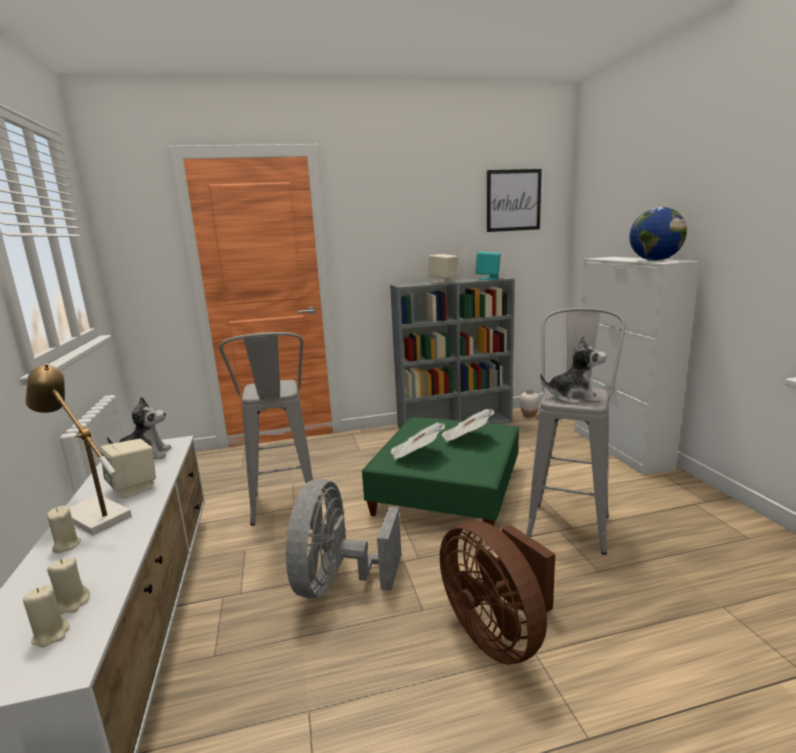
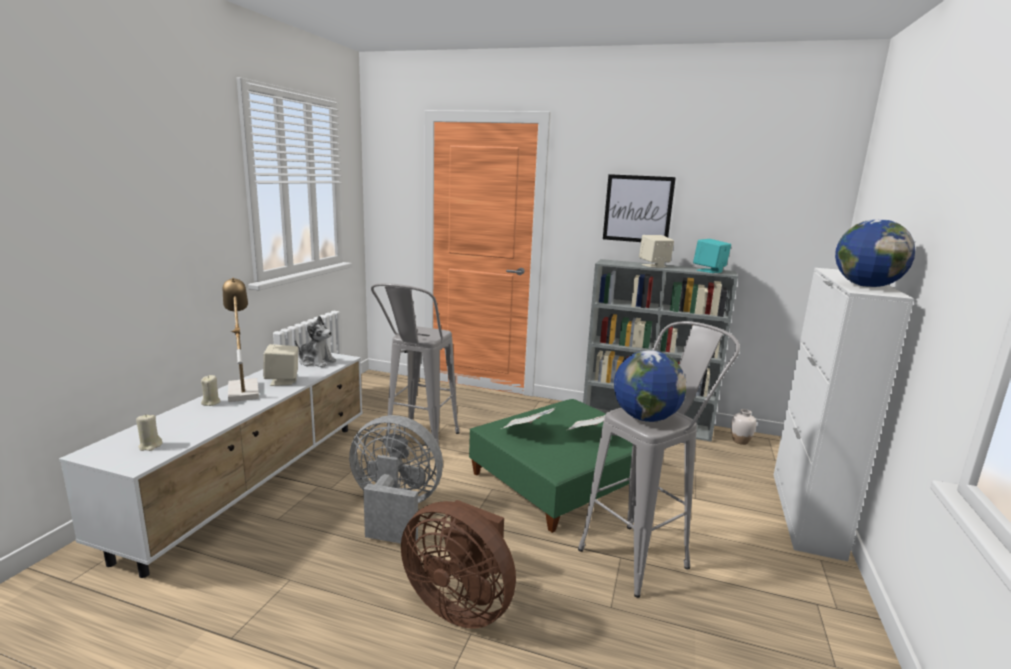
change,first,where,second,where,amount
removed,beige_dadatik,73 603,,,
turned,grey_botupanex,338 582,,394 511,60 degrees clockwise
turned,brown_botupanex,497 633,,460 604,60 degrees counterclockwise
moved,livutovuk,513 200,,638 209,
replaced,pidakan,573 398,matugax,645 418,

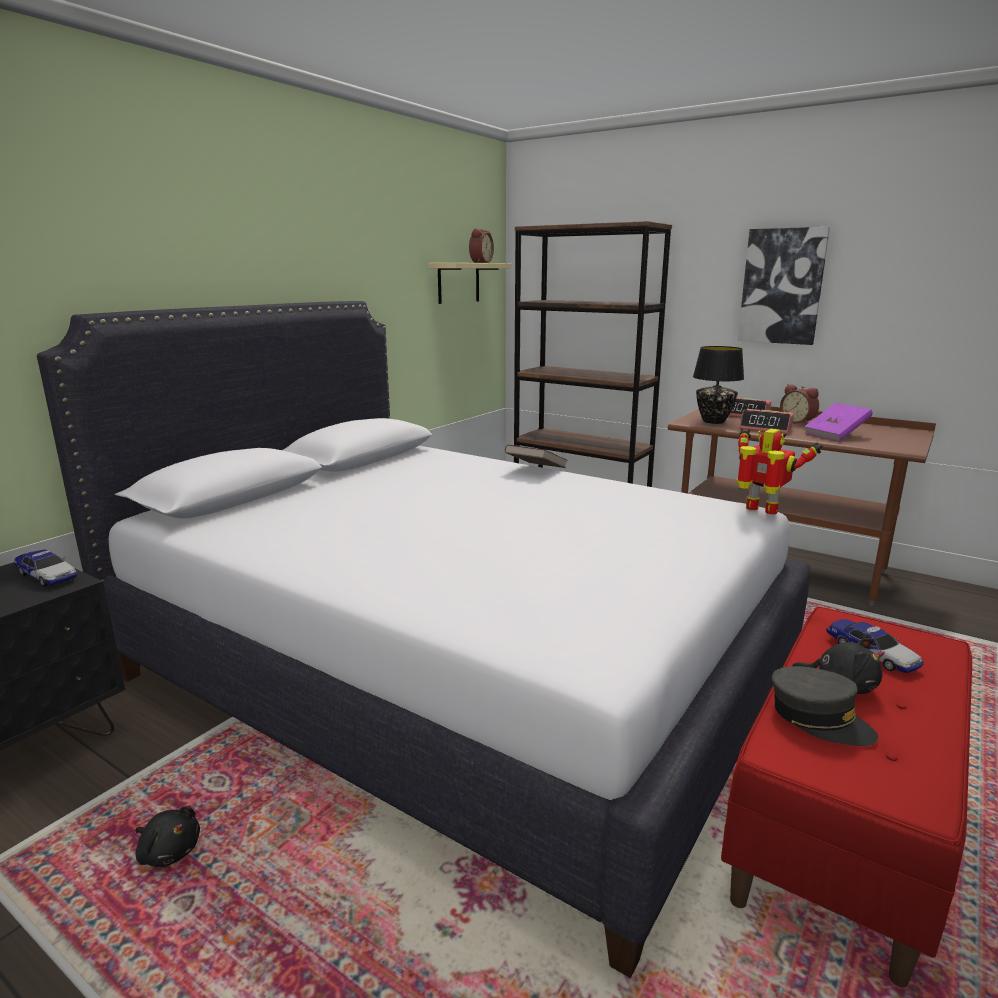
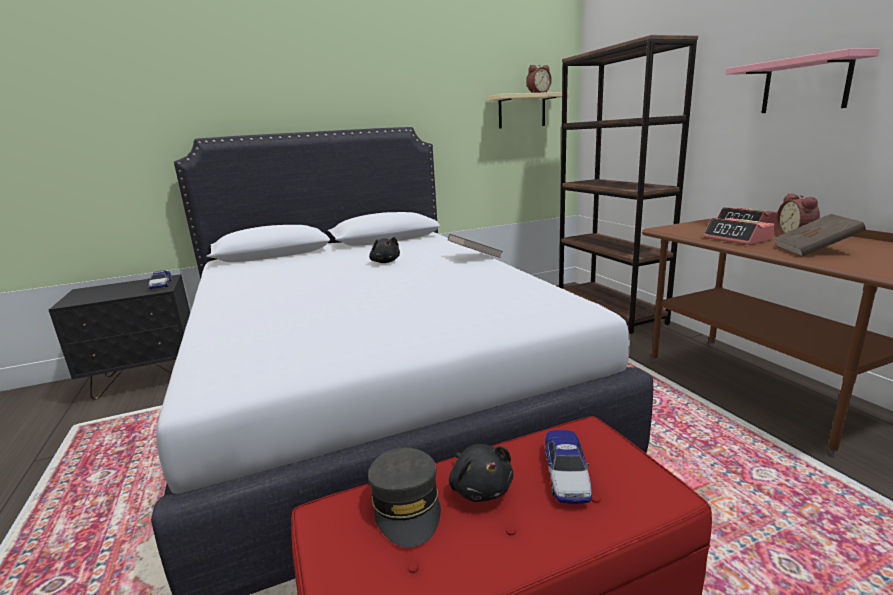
change,first,where,second,where,amount
moved,black_pidakan,169 851,,385 262,
removed,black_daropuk,713 421,,,
removed,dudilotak,762 511,,,
replaced,livutovuk,782 286,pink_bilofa,805 85,
recoloured,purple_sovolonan,836 435,brown_sovolonan,814 250,

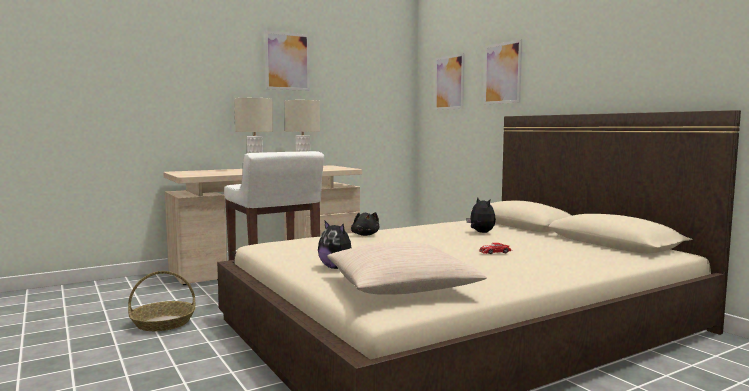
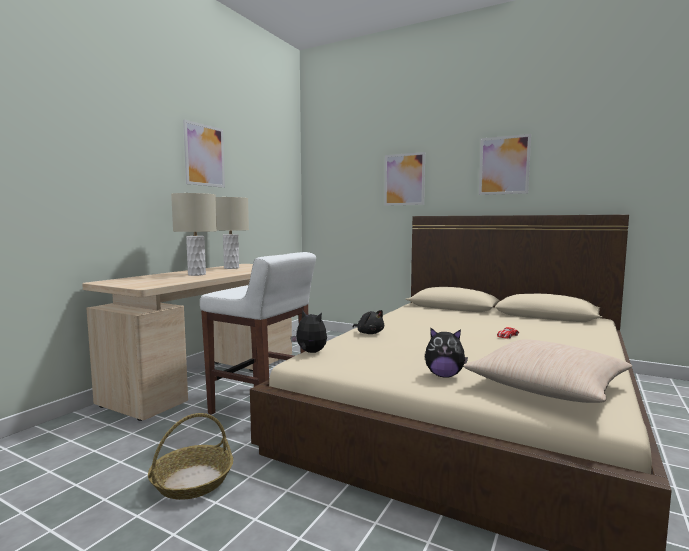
change,first,where,second,where,amount
moved,livutovuk,449 82,,504 165,
moved,pidakan,480 232,,310 352,

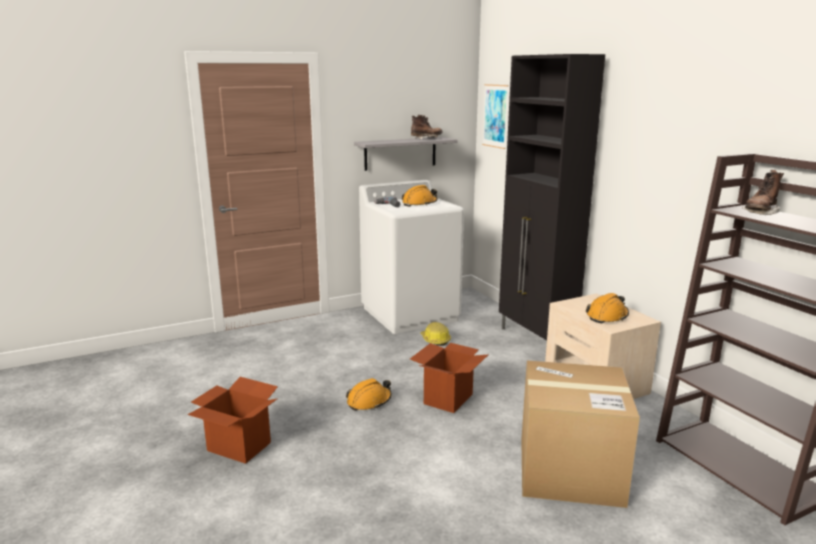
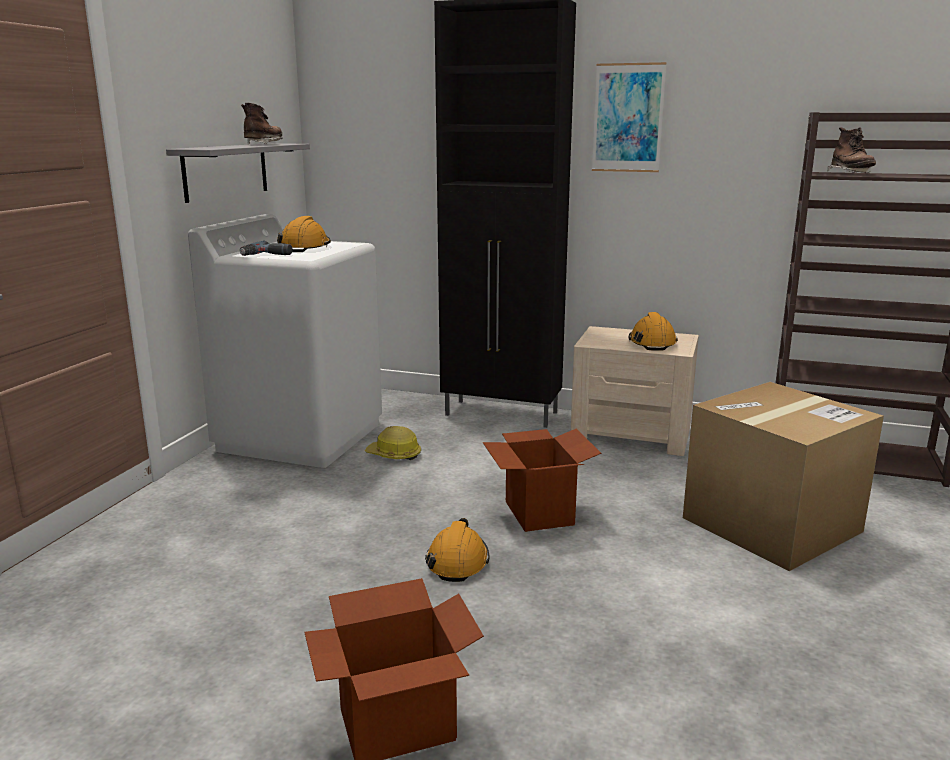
change,first,where,second,where,amount
moved,livutovuk,495 116,,628 118,

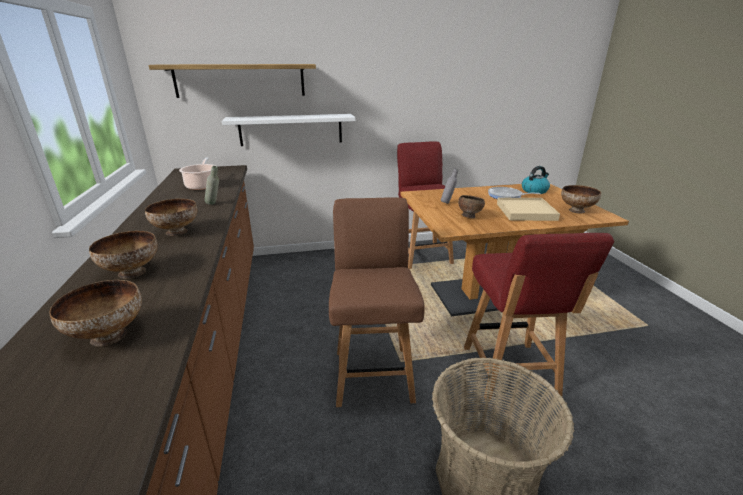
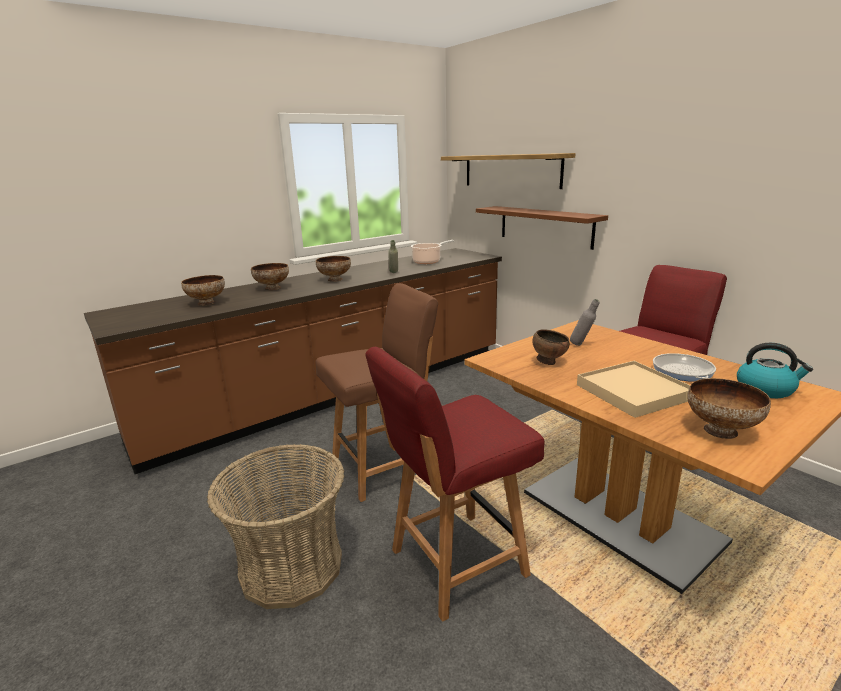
change,first,where,second,where,amount
recoloured,white_bilofa,291 129,brown_bilofa,545 226,

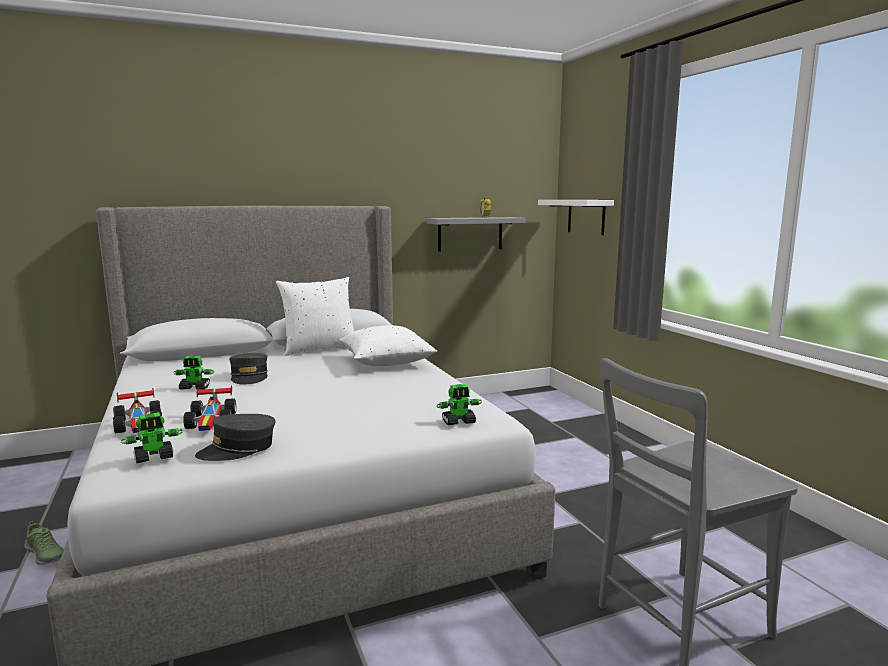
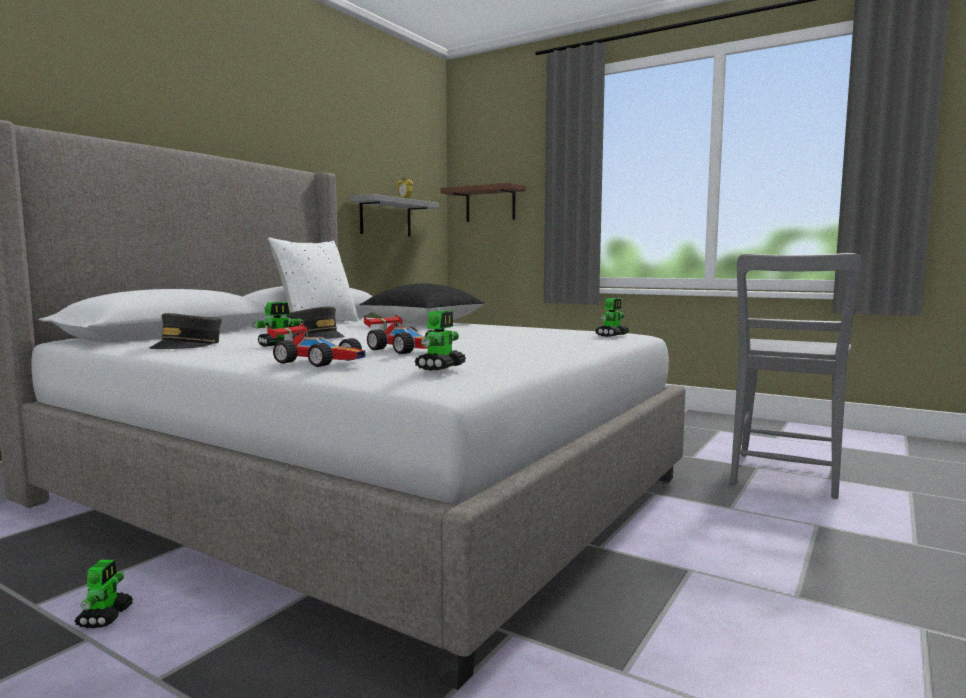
change,first,where,second,where,amount
replaced,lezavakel,45 555,dudilotak,105 616,
moved,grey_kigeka,238 449,,187 345,
recoloured,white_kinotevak,386 362,black_kinotevak,423 324,
recoloured,white_bilofa,586 216,brown_bilofa,490 204,

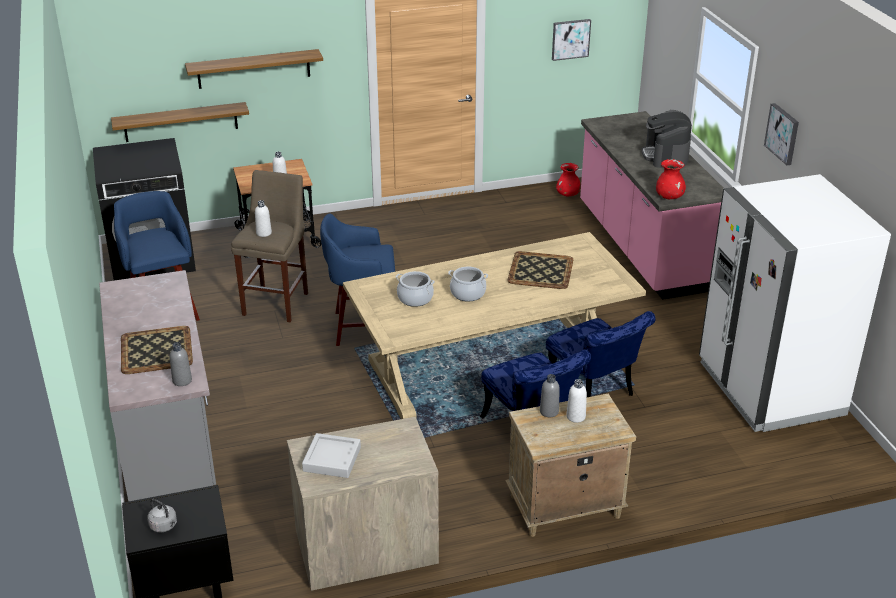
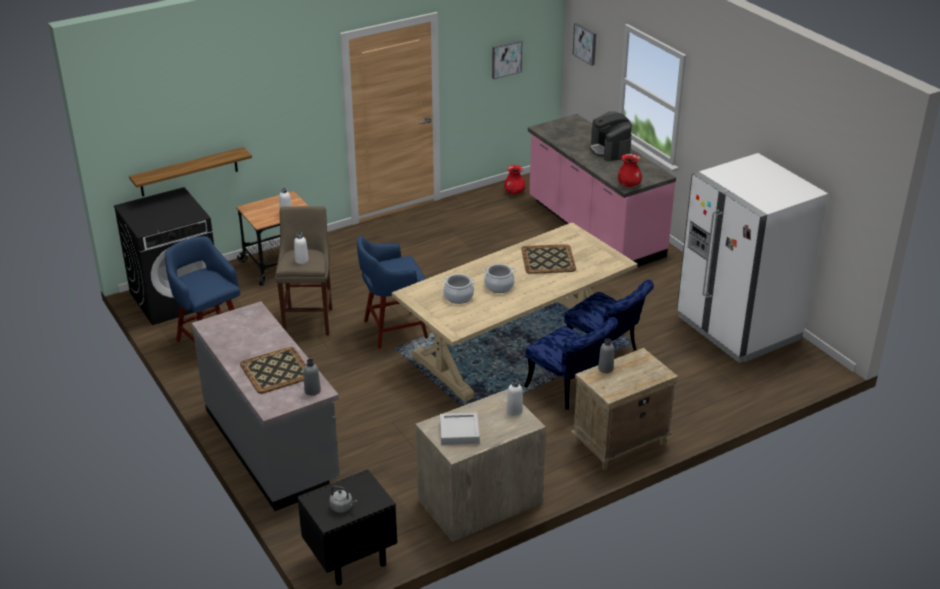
change,first,where,second,where,amount
removed,bilofa,253 69,,,
moved,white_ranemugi,576 416,,514 411,
moved,livutovuk,783 133,,585 43,

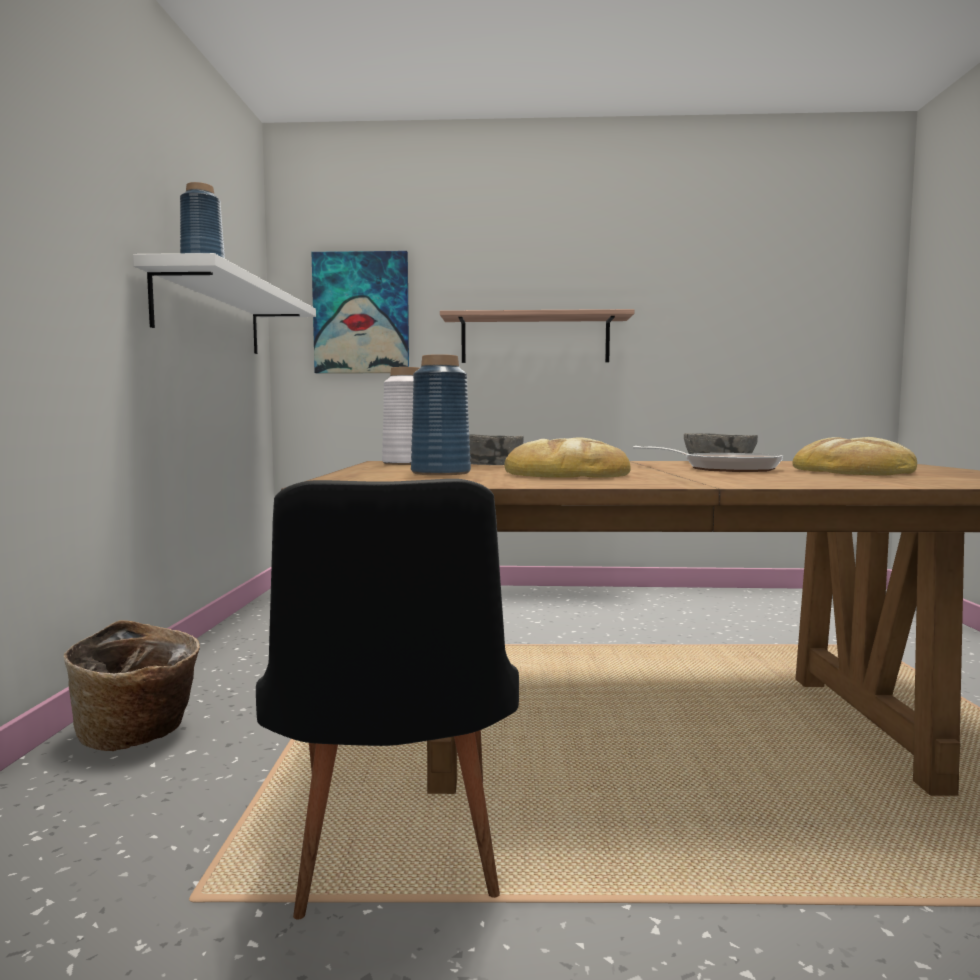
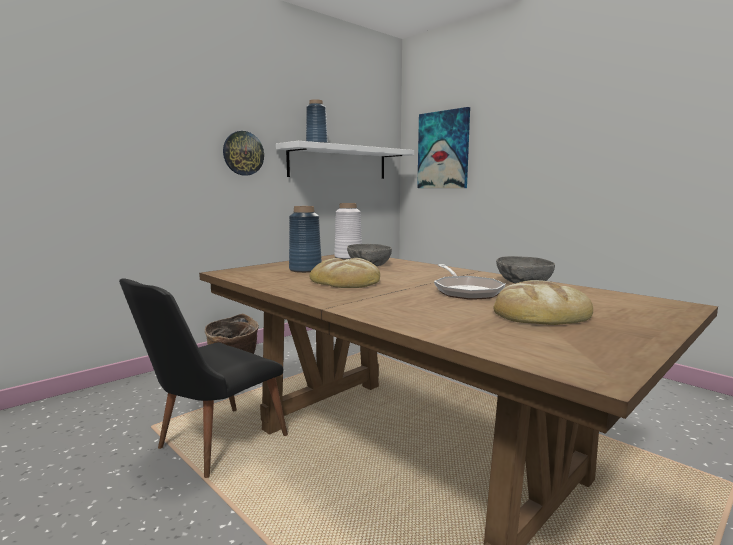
change,first,where,second,where,amount
removed,bilofa,535 339,,,
added,,,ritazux,243 153,

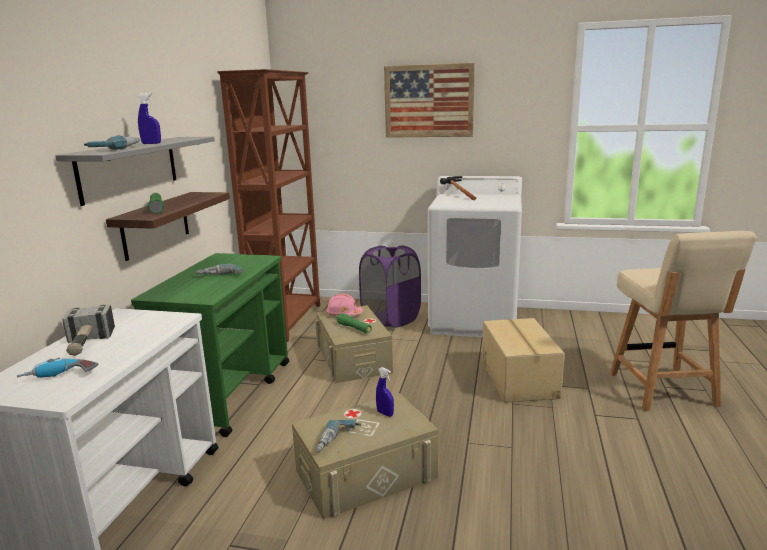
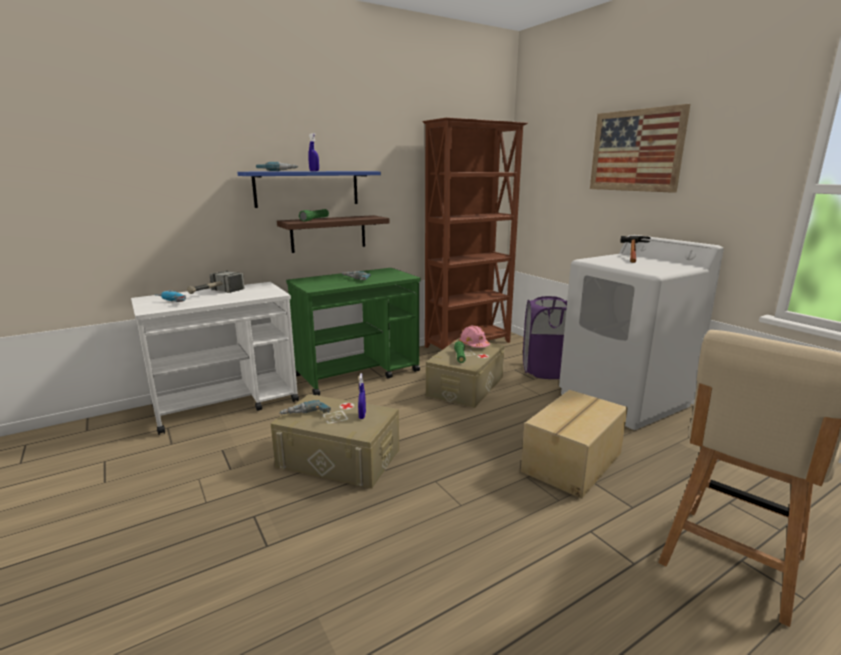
change,first,where,second,where,amount
recoloured,grey_bilofa,129 168,blue_bilofa,307 188,

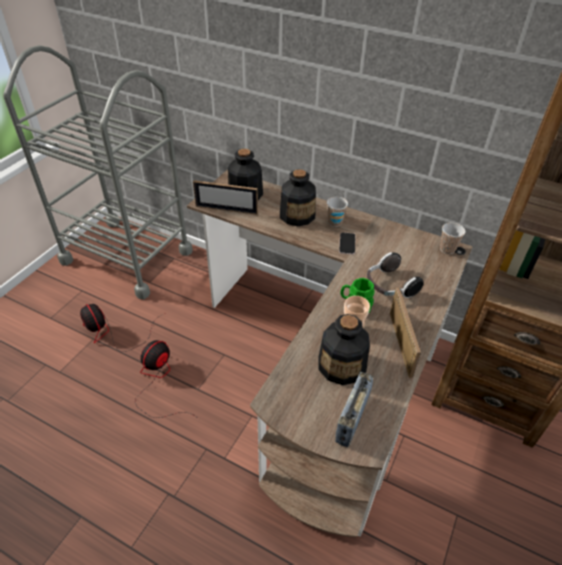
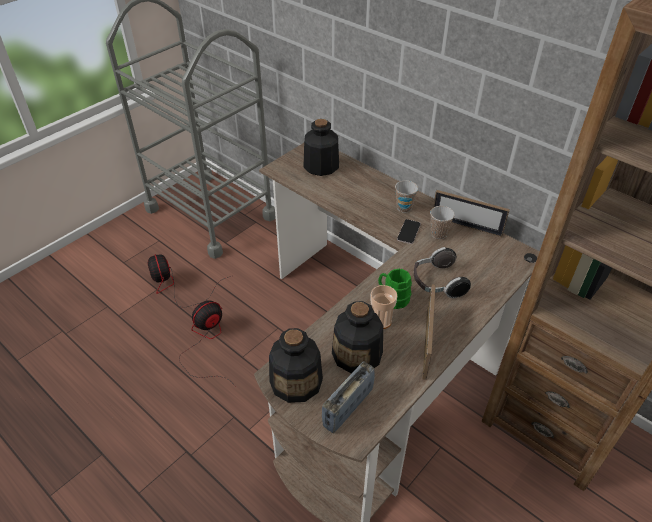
change,first,where,second,where,amount
moved,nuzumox,226 209,,466 226,
moved,ranemugi,297 215,,296 381,
moved,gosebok,447 249,,438 234,

